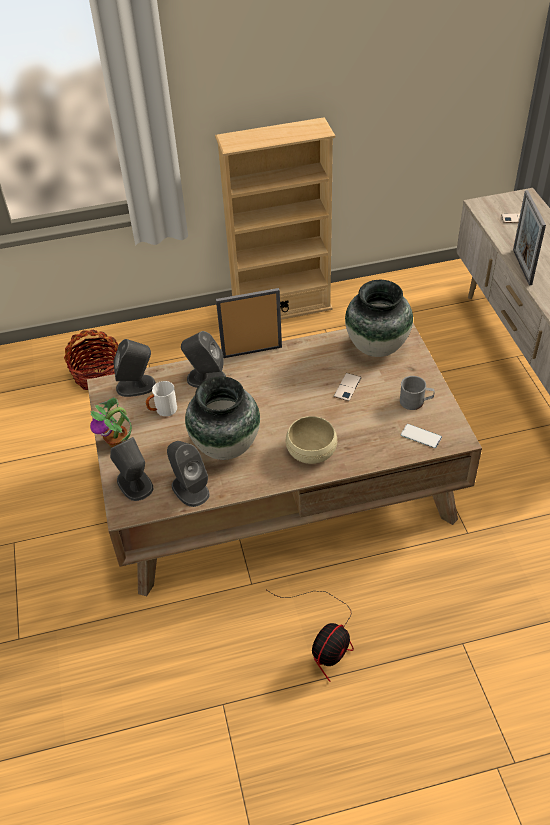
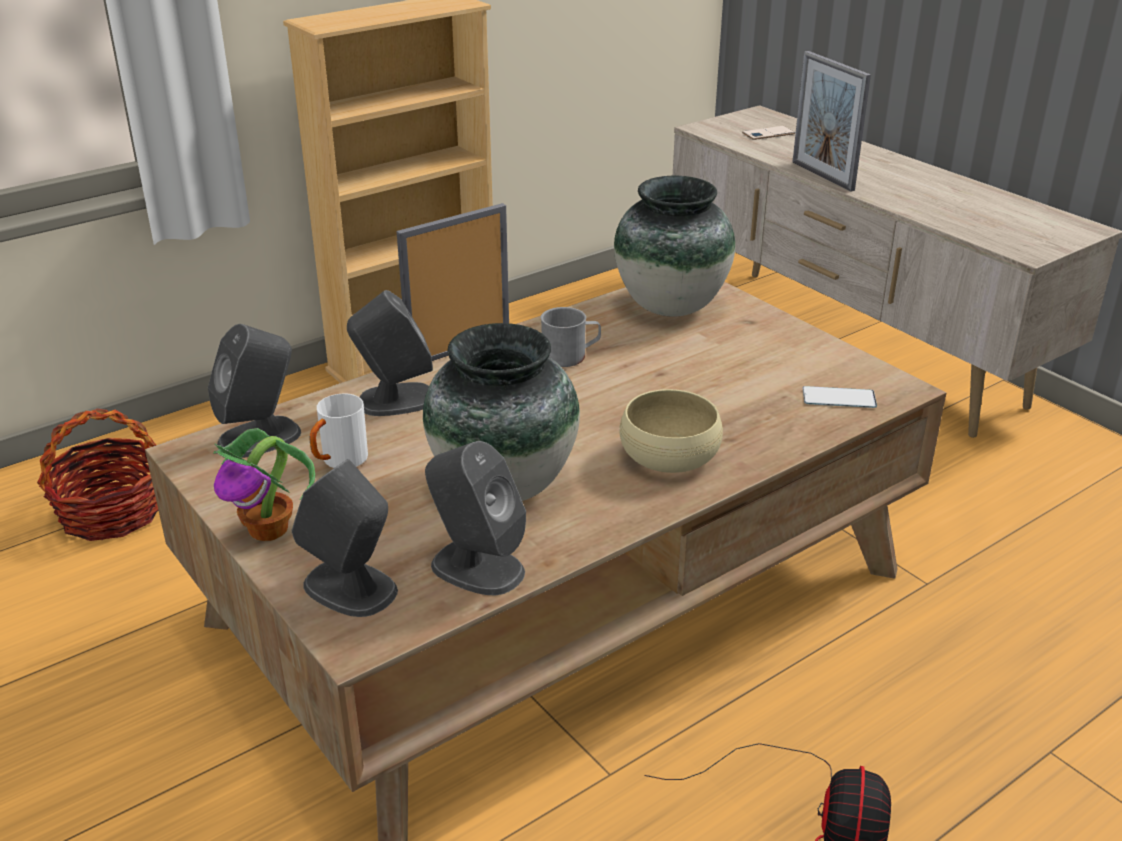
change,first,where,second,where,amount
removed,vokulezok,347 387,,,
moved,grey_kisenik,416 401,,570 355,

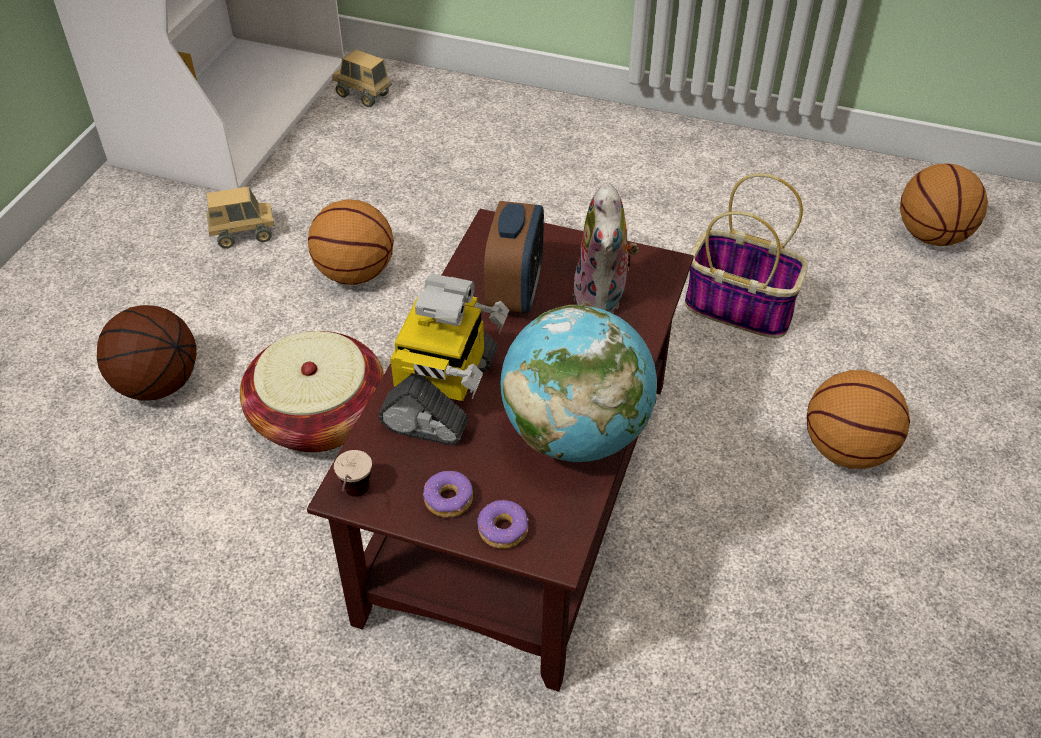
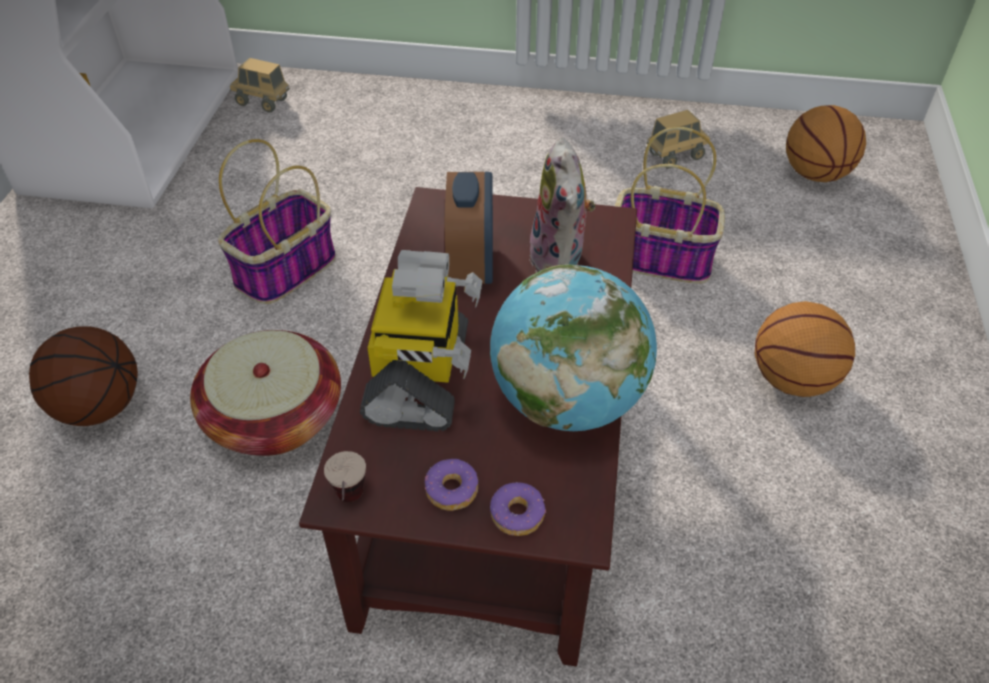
change,first,where,second,where,amount
moved,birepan,244 235,,675 156,
replaced,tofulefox,354 274,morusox,285 271,

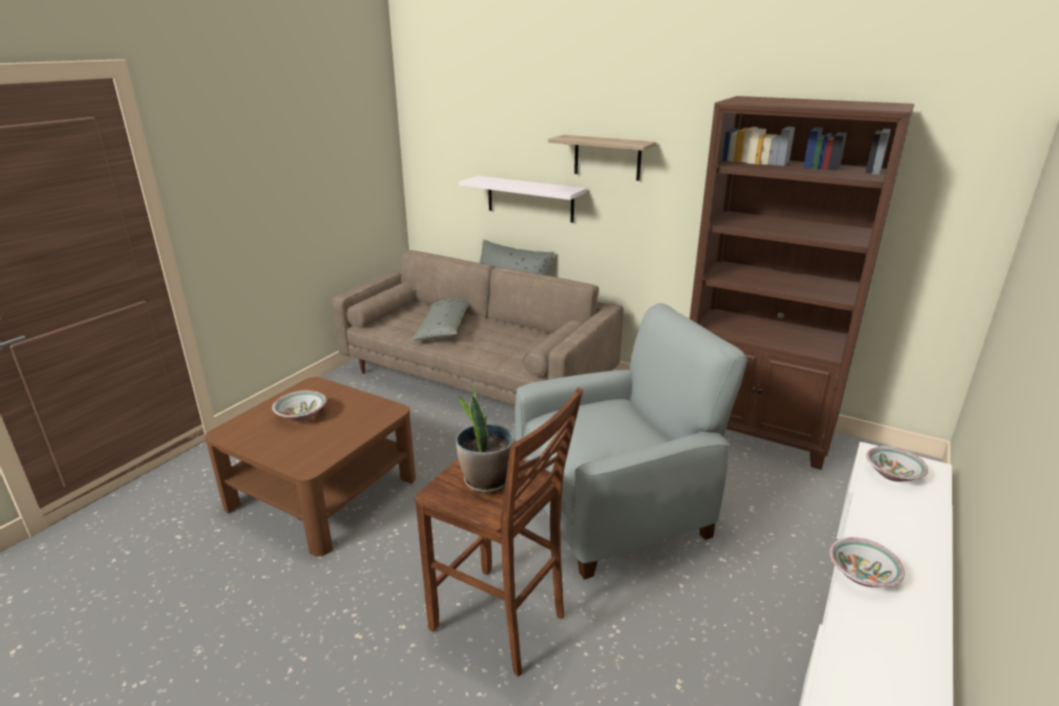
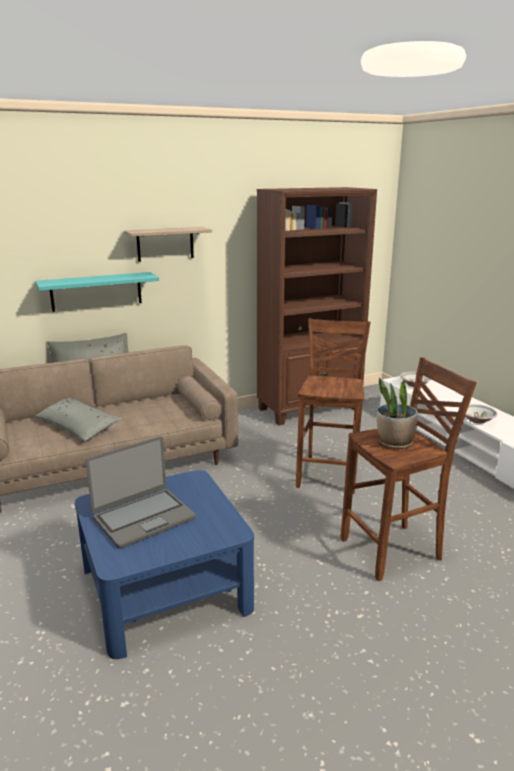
change,first,where,second,where,amount
recoloured,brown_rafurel,324 492,blue_rafurel,165 587,
replaced,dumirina,302 415,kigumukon,143 518,
recoloured,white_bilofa,530 199,turquoise_bilofa,96 291,
replaced,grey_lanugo,615 509,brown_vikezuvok,329 474,

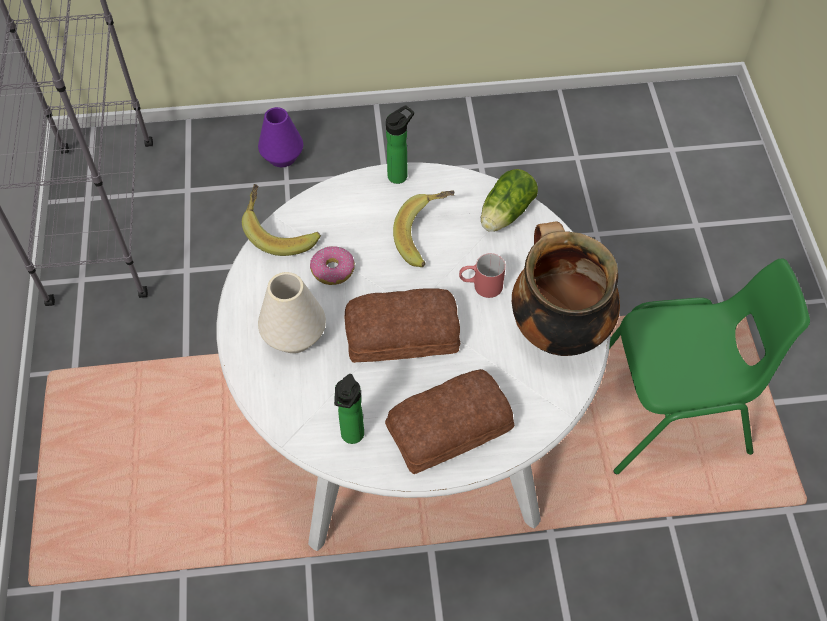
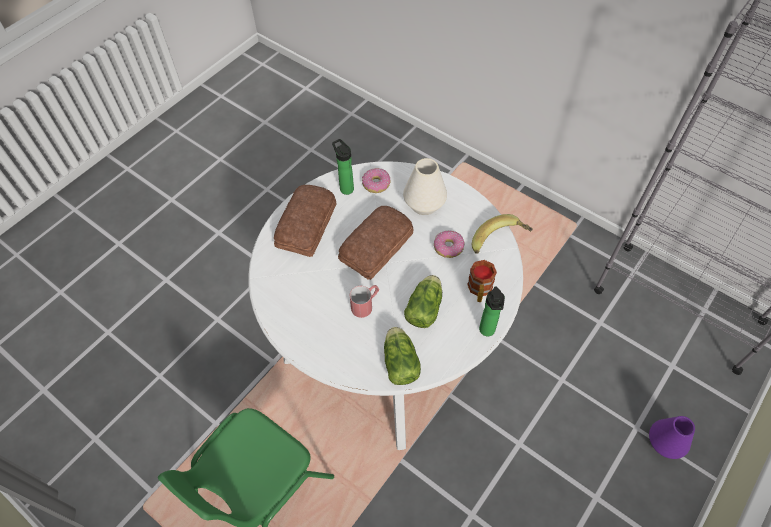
change,first,where,second,where,amount
replaced,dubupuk,427 237,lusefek,425 307,
removed,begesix,556 330,,,
added,,,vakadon,376 184,
added,,,kisenik,479 290,

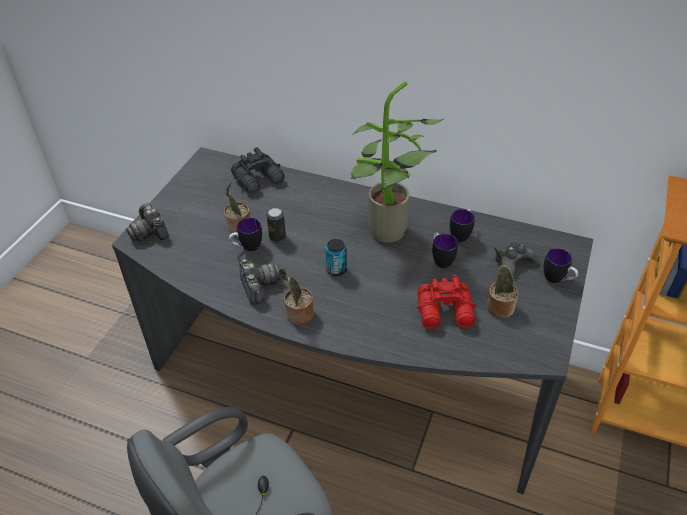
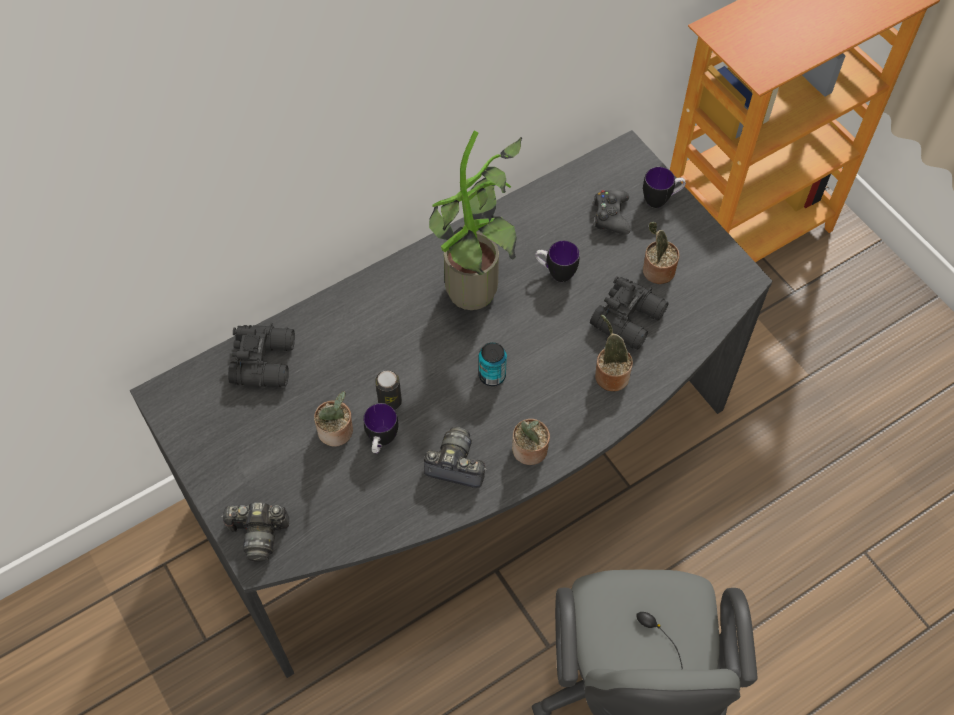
change,first,where,second,where,amount
recoloured,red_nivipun,446 312,black_nivipun,630 319,
removed,kisenik,461 234,,,
added,,,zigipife,609 375,

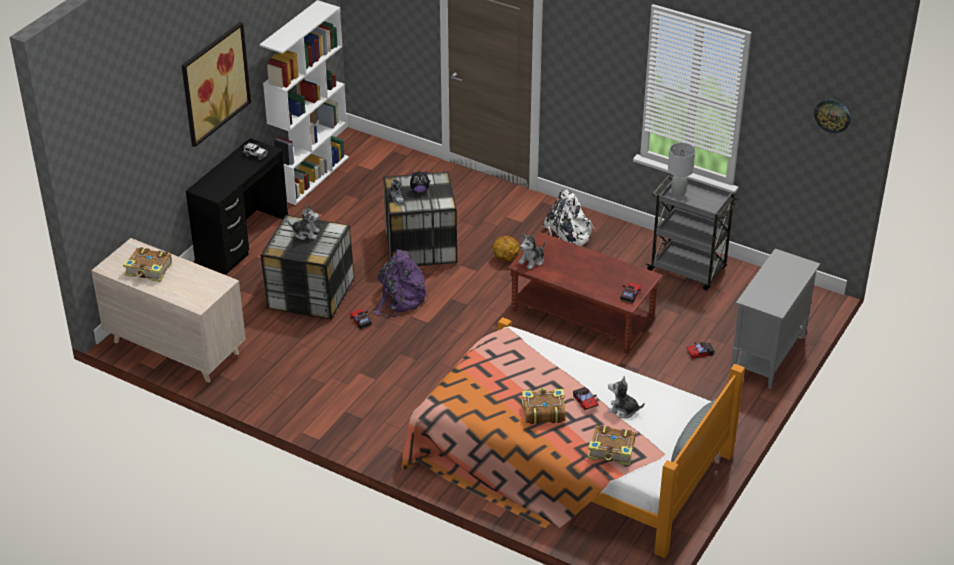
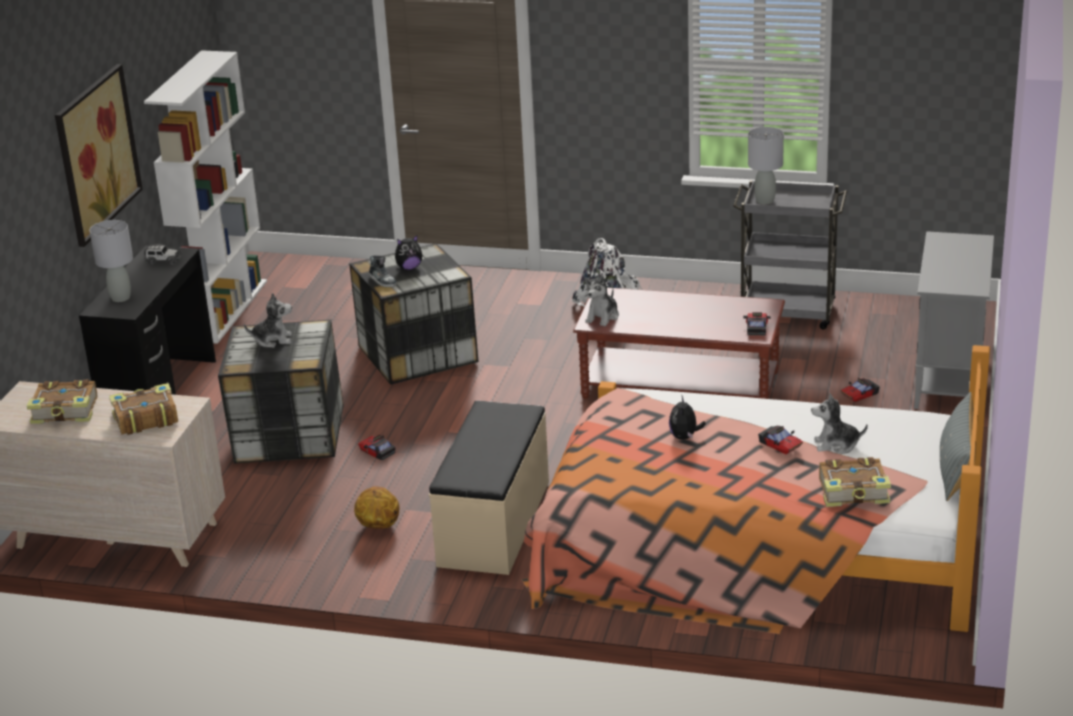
change,first,where,second,where,amount
removed,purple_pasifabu,399 299,,,
moved,tofulefox,505 259,,378 526,
moved,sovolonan,543 411,,145 419,
removed,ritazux,832 115,,,
added,,,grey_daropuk,120 298,
added,,,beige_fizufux,495 523,
added,,,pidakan,685 437,

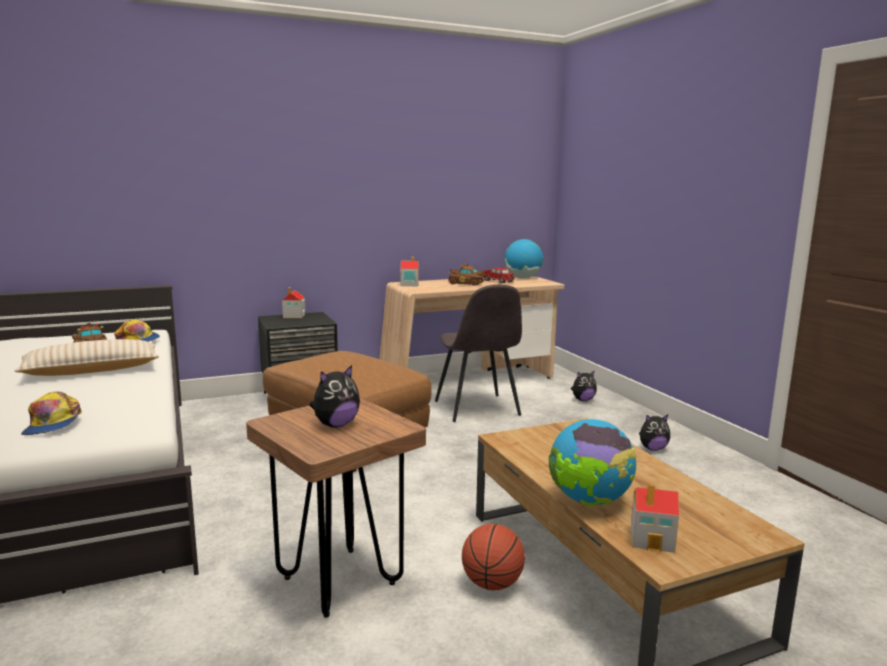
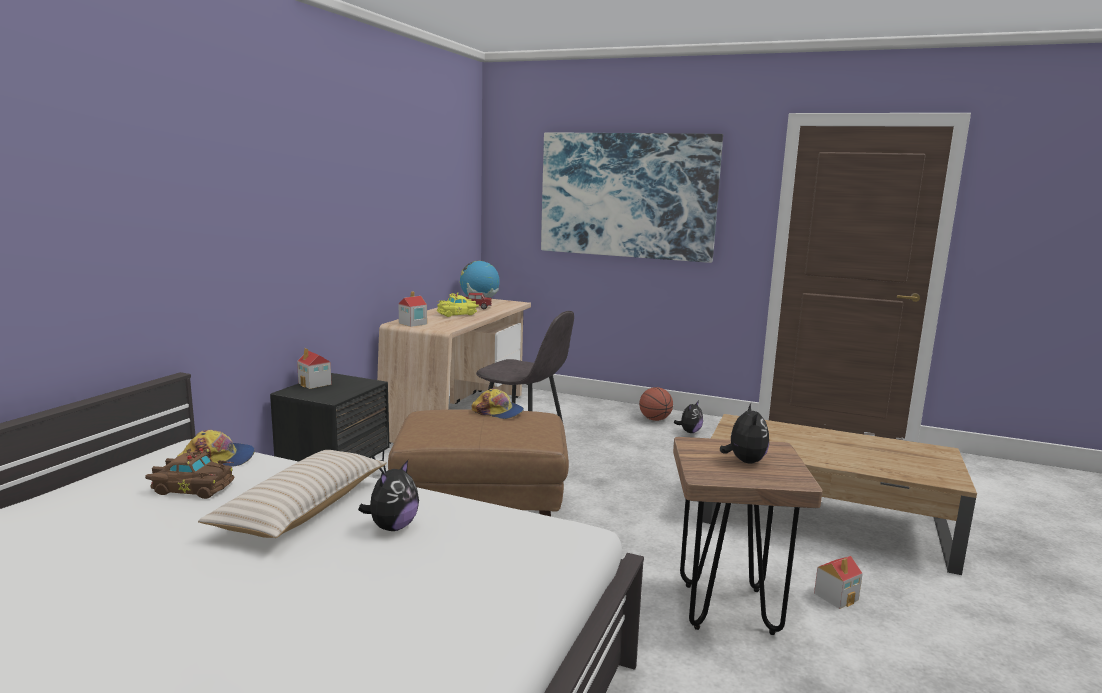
change,first,where,second,where,amount
moved,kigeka,53 424,,498 412,
recoloured,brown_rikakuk,467 283,yellow_rikakuk,458 314,
moved,tofulefox,492 584,,655 419,
removed,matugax,589 501,,,
moved,pidakan,583 400,,392 527,
moved,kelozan,653 539,,836 596,
added,,,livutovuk,627 195,

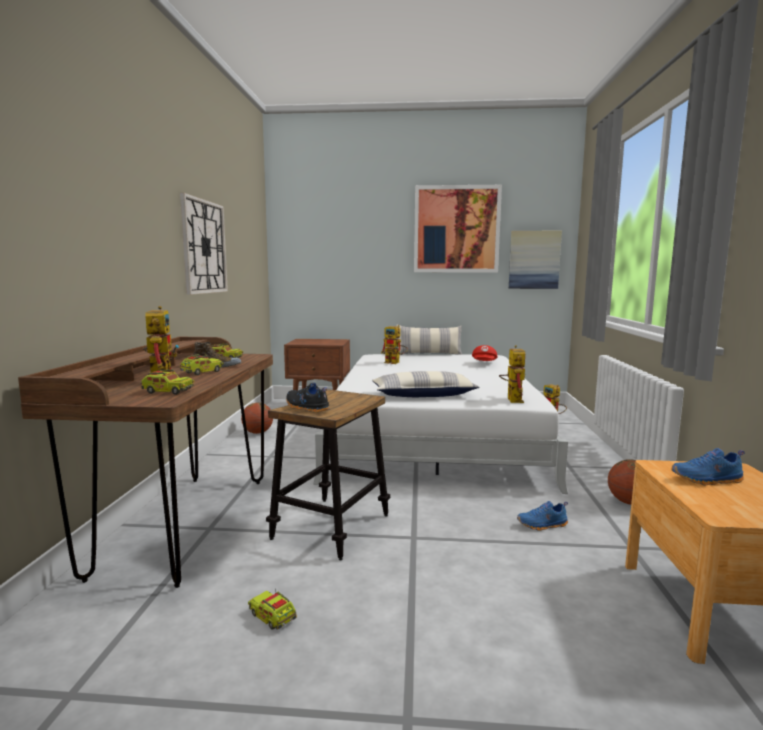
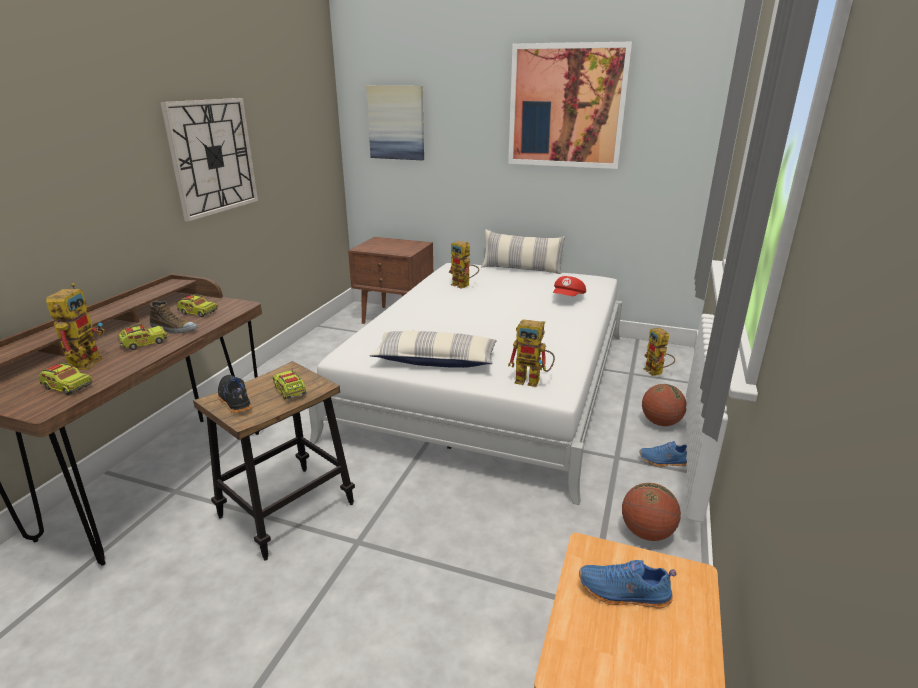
change,first,where,second,where,amount
moved,tofulefox,257 432,,660 422,
moved,birepan,272 617,,290 391,
turned,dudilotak,512 399,,533 381,90 degrees clockwise
moved,livutovuk,534 260,,396 123,
moved,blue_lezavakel,542 525,,664 461,

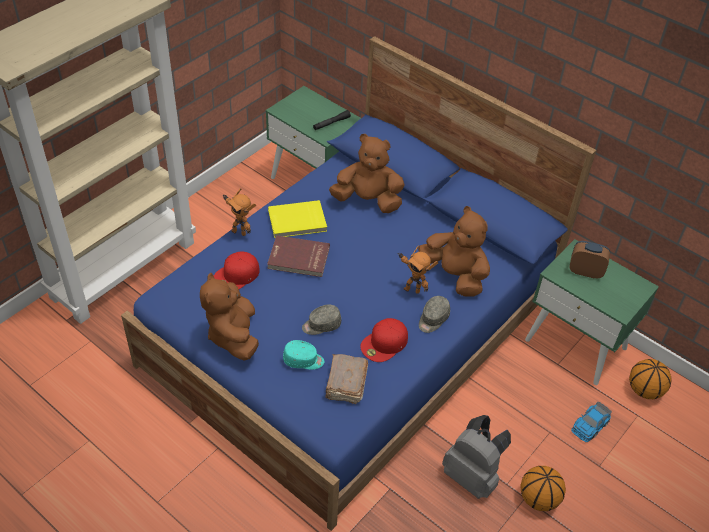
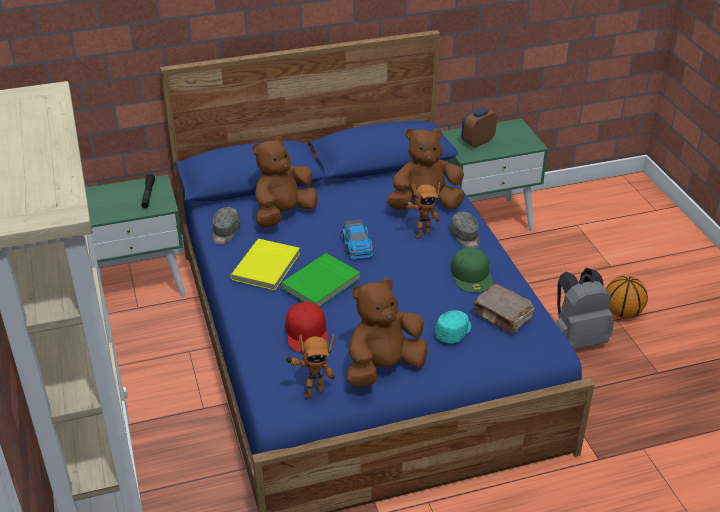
change,first,where,second,where,amount
turned,brown_pidakan,233 335,,383 368,120 degrees clockwise
moved,dudilotak,239 231,,312 391,
recoloured,red_sovolonan,298 258,green_sovolonan,322 283,
moved,grey_kigeka,321 325,,225 232,
recoloured,red_kigeka,384 343,green_kigeka,472 275,
moved,rikakuk,589 425,,357 246,
removed,tofulefox,645 390,,,

